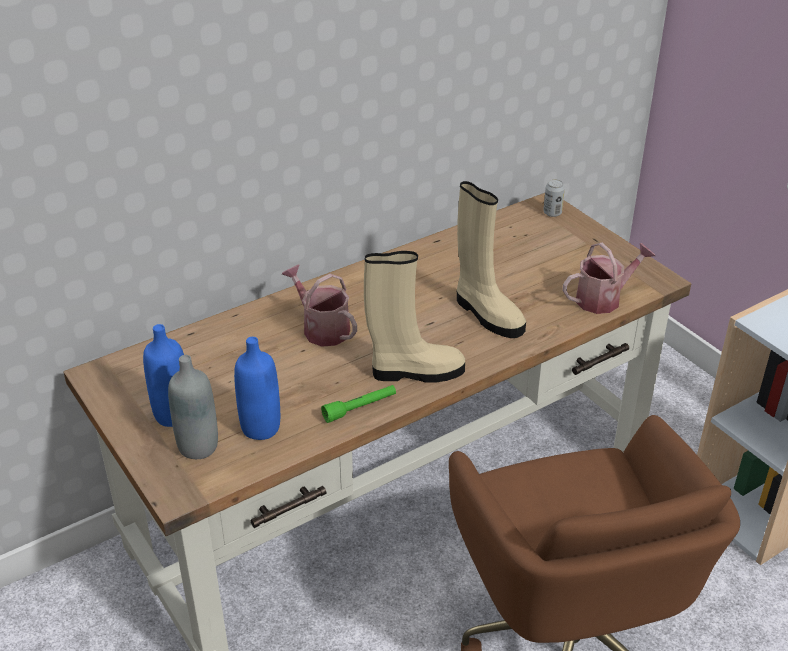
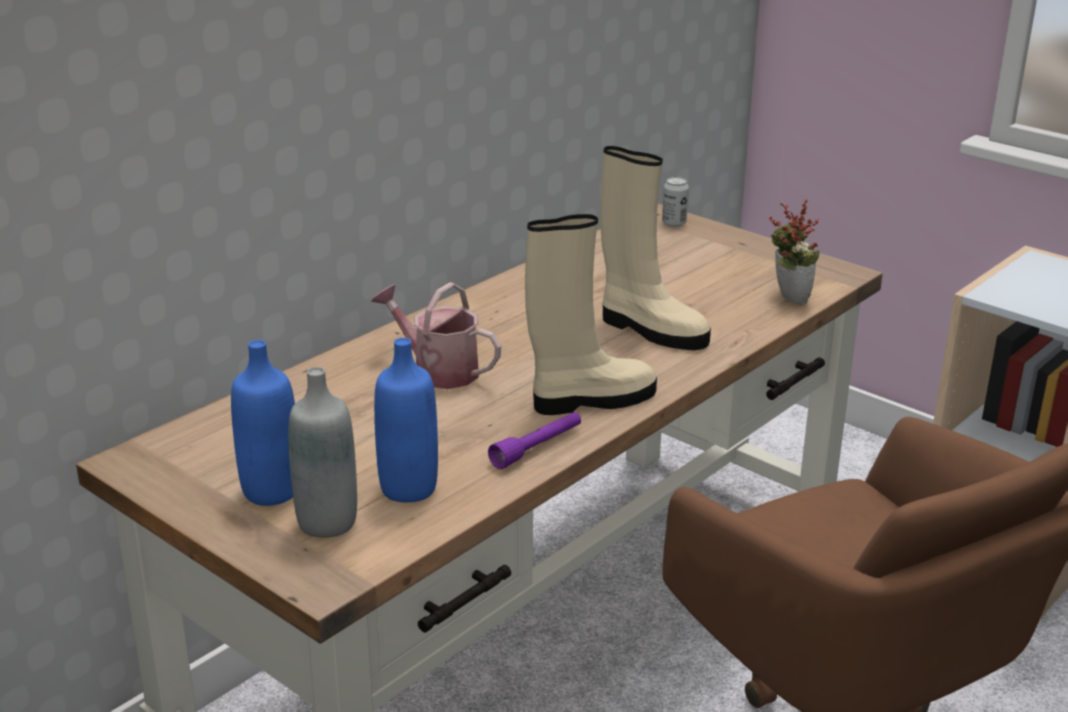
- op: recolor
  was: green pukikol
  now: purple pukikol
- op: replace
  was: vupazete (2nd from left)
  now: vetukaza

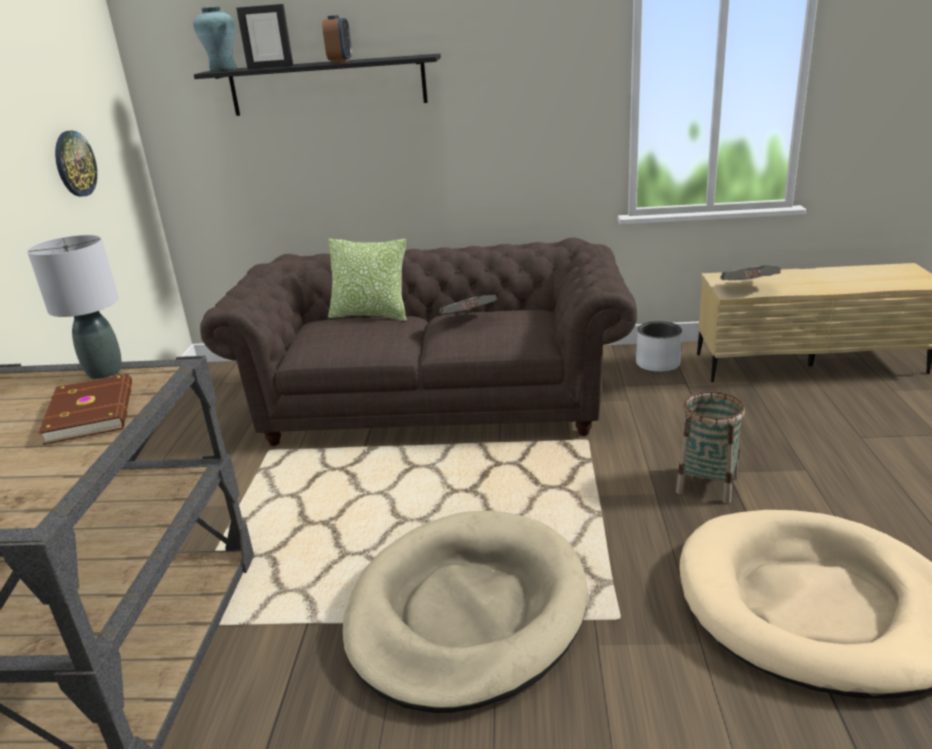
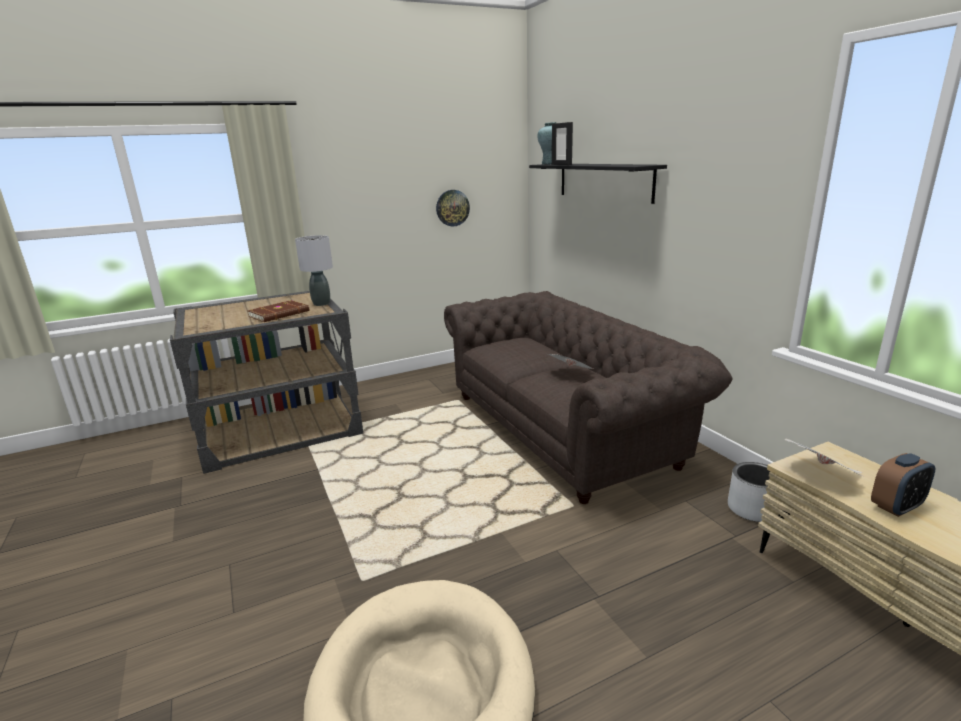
- op: move
  was: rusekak
- op: delete
  was: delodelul
- op: delete
  was: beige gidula (1st from left)
- op: delete
  was: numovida

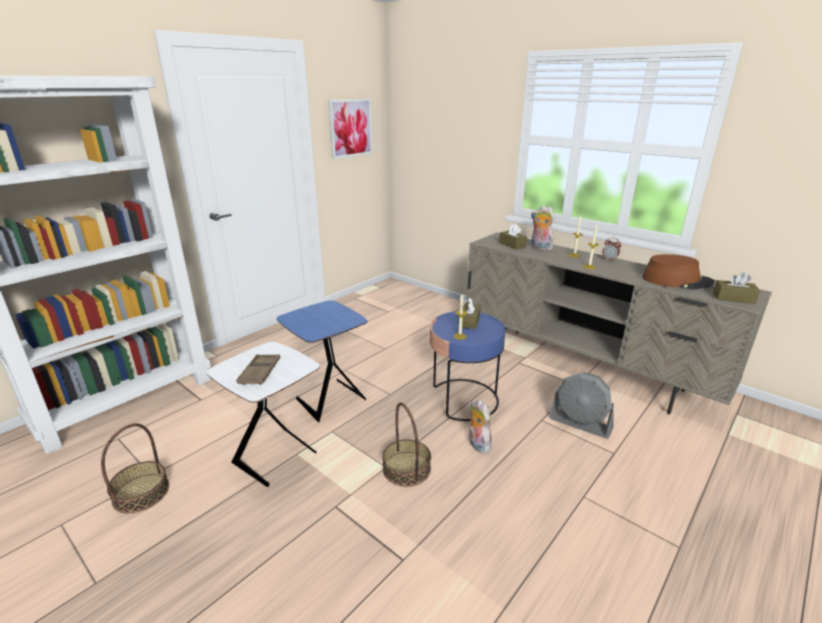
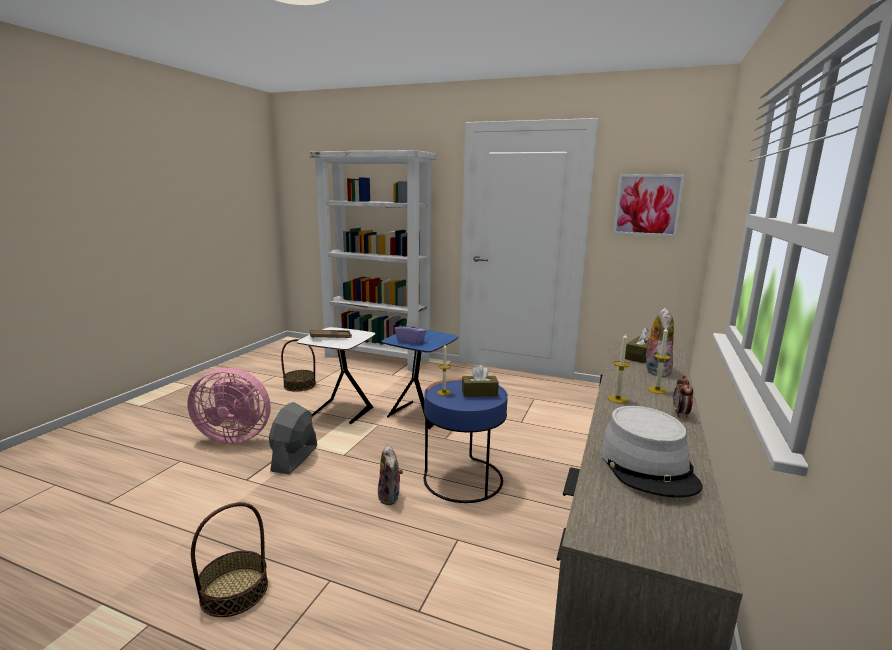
- op: move
  was: numovida (2nd from left in the first image)
  now: numovida (1st from left)
- op: rotate
  was: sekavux (1st from left)
  clockwise: 120
- op: move
  was: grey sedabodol
- op: recolor
  was: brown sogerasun
  now: grey sogerasun
- op: delete
  was: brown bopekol (3rd from left)
- op: insert
  now: pink sedabodol
- op: insert
  now: purple bopekol

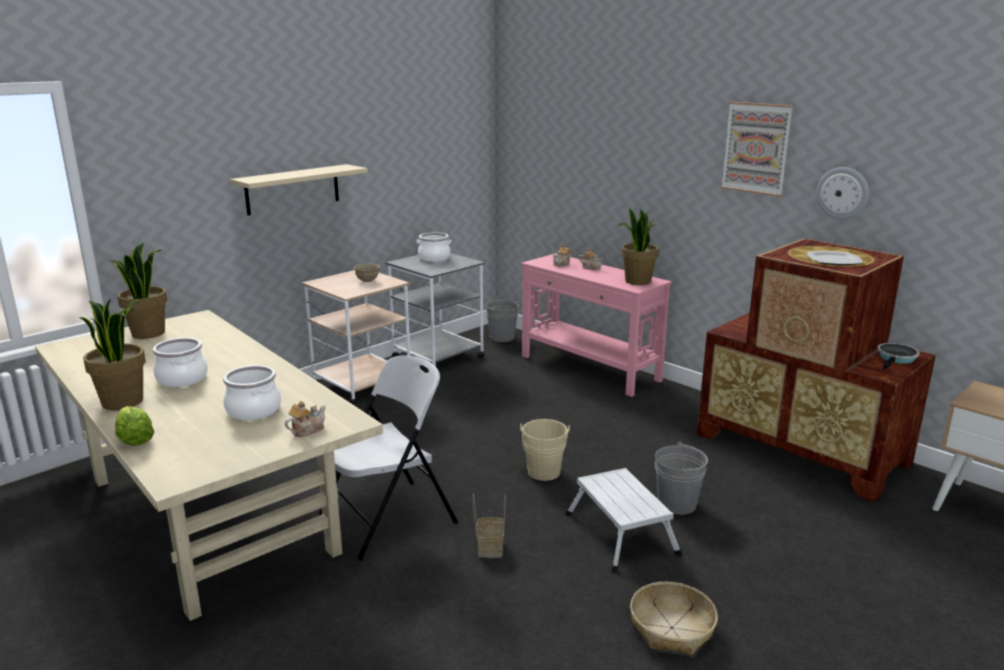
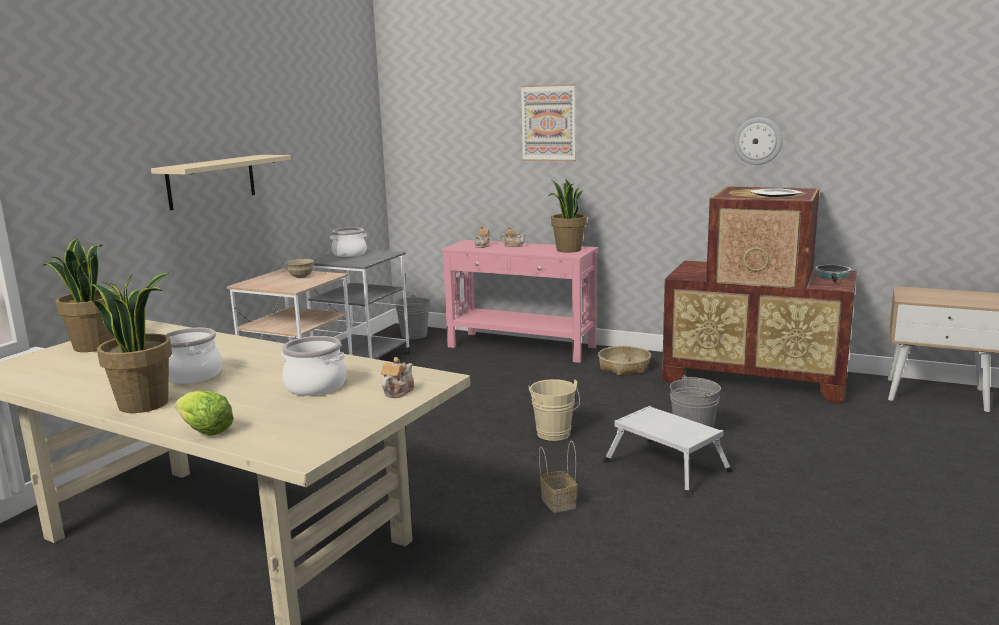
- op: delete
  was: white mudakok
- op: move
  was: numovida (2nd from left)
- op: move
  was: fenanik

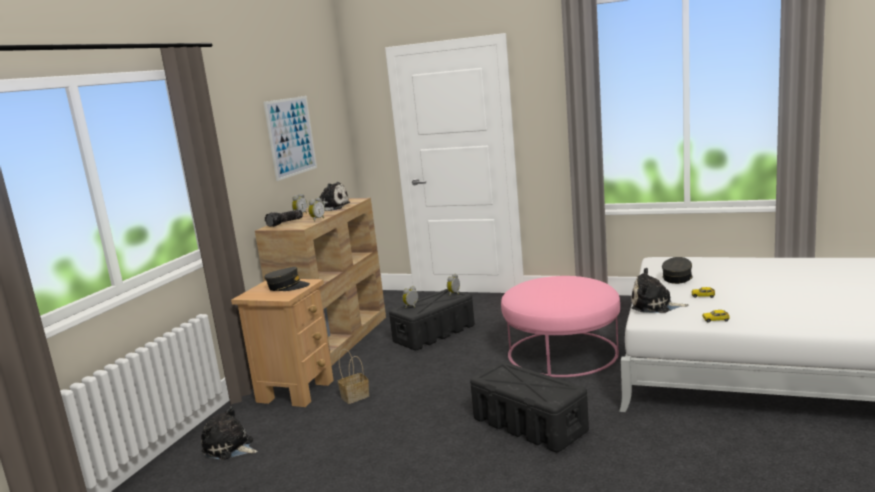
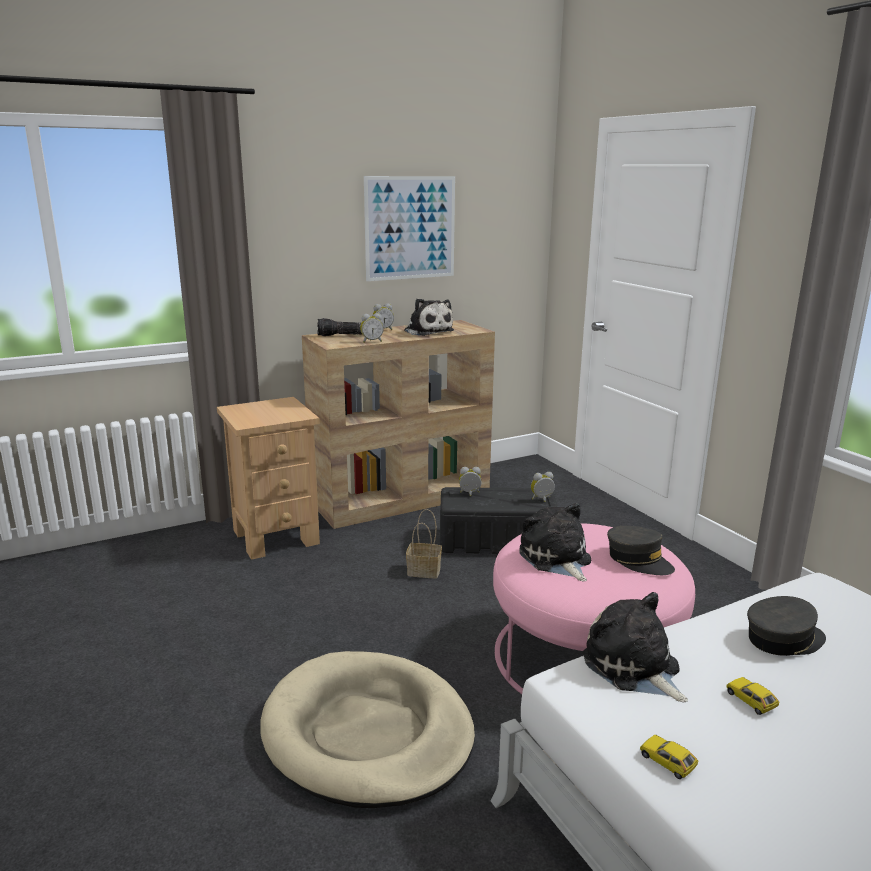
- op: move
  was: sekavux (1st from left in the first image)
  now: sekavux (2nd from left)
- op: move
  was: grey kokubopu (1st from left)
- op: move
  was: numovida
- op: replace
  was: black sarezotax (2nd from left)
  now: beige gidula

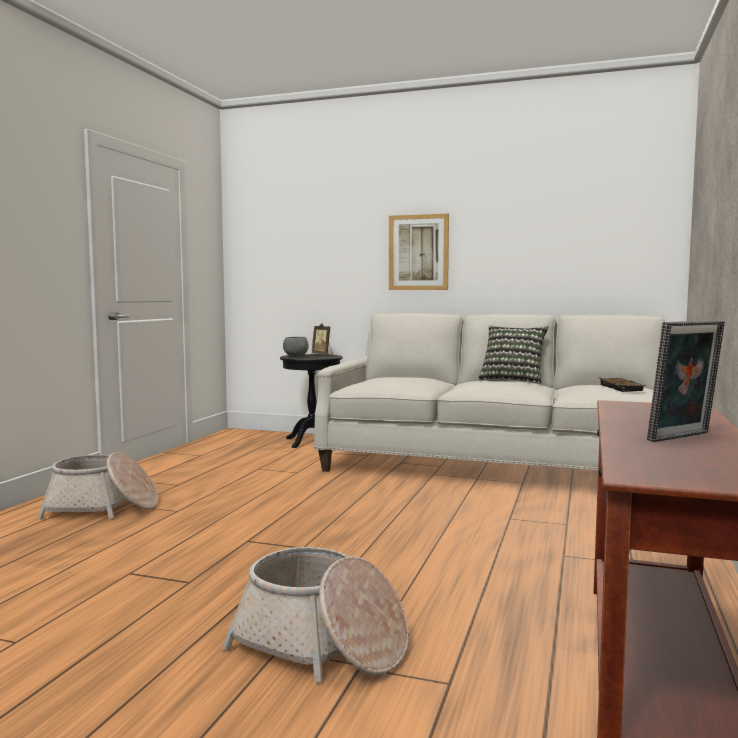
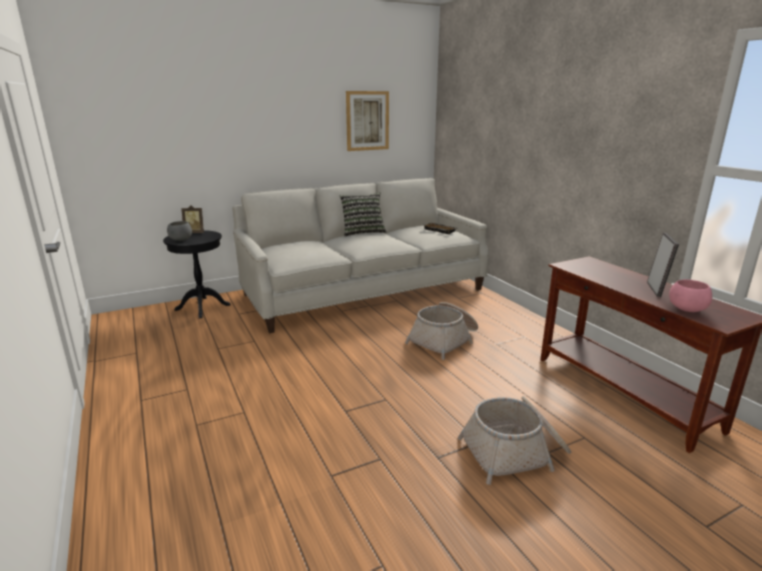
- op: move
  was: numovida (1st from left)
- op: move
  was: fenanik
- op: insert
  now: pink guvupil

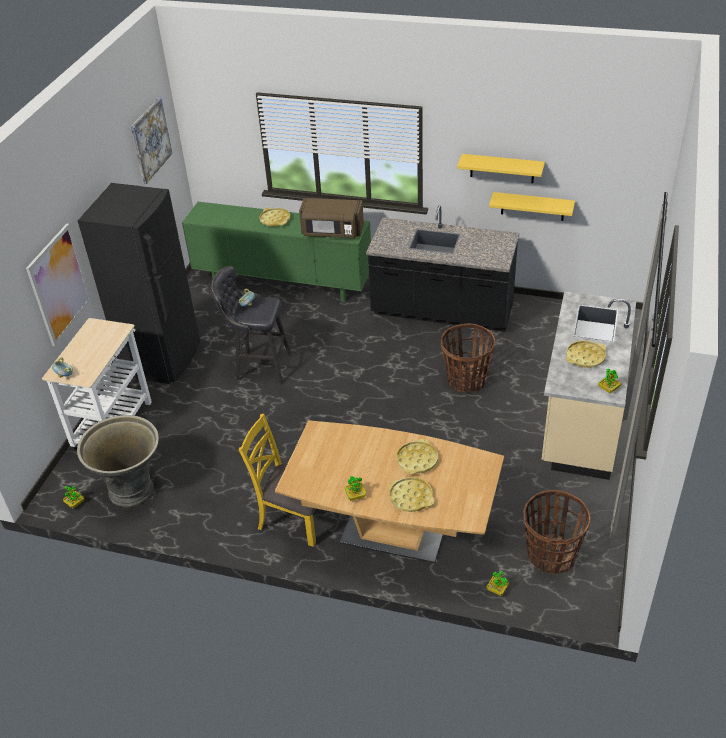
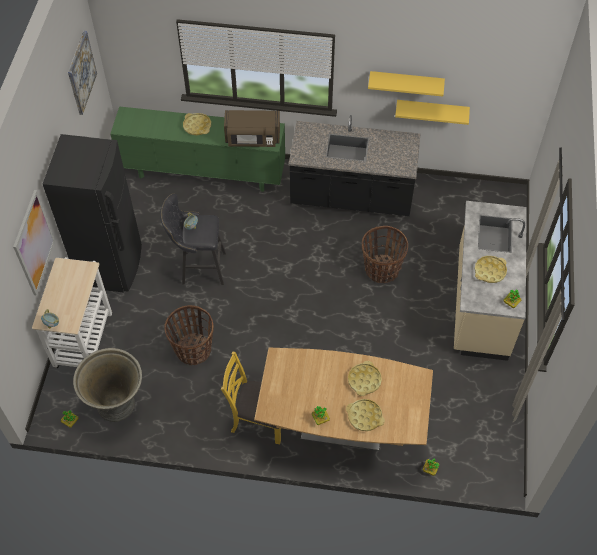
- op: move
  was: numovida (2nd from left in the first image)
  now: numovida (1st from left)

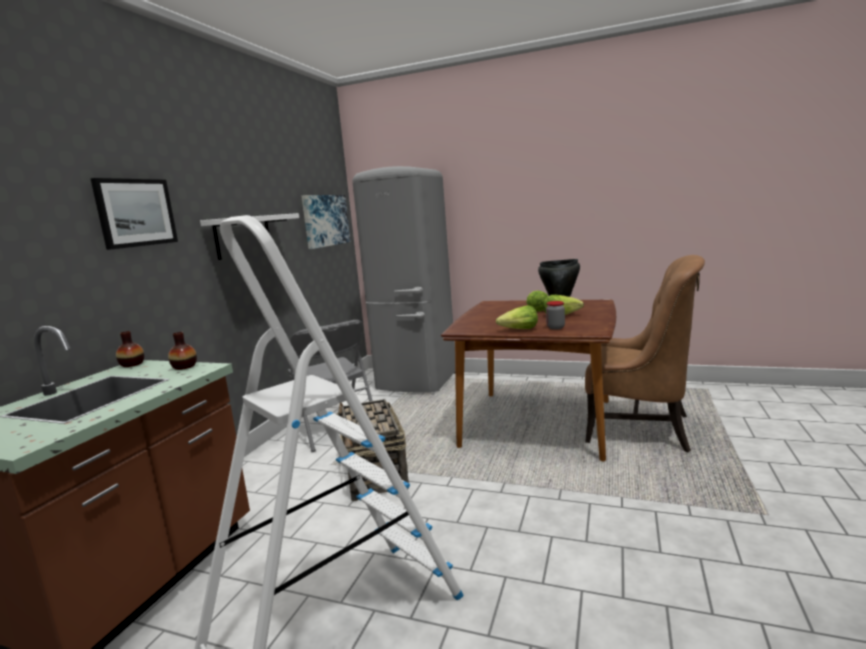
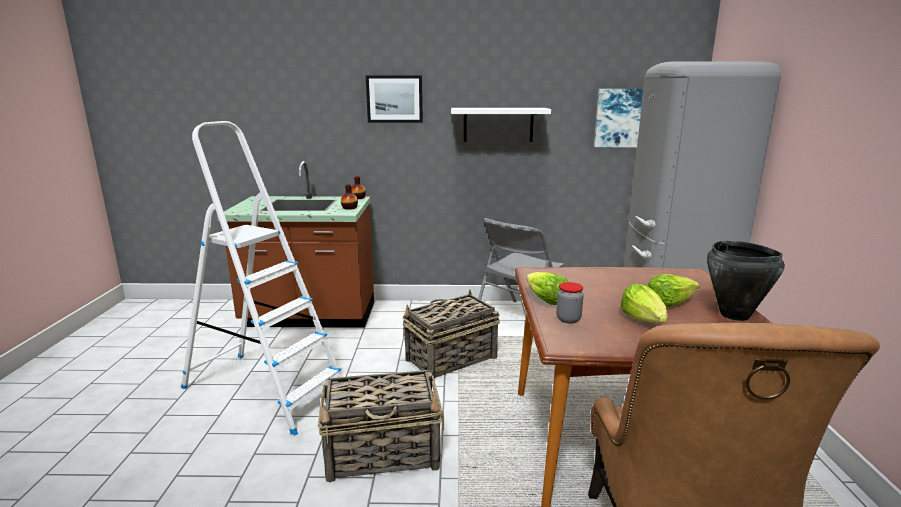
- op: insert
  now: numovida (1st from left)

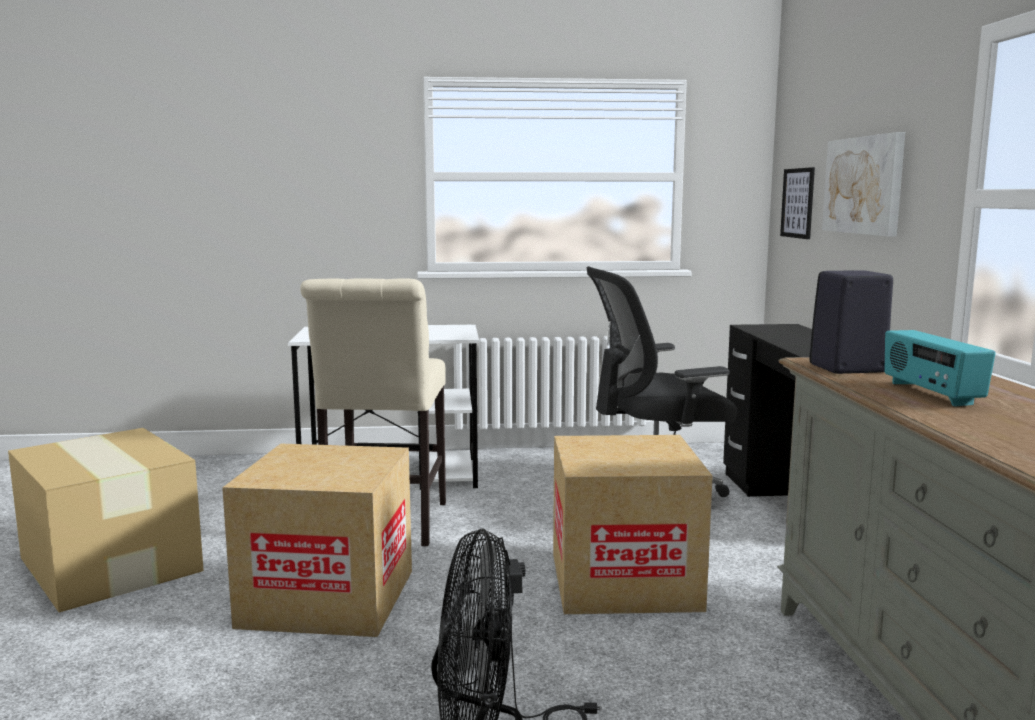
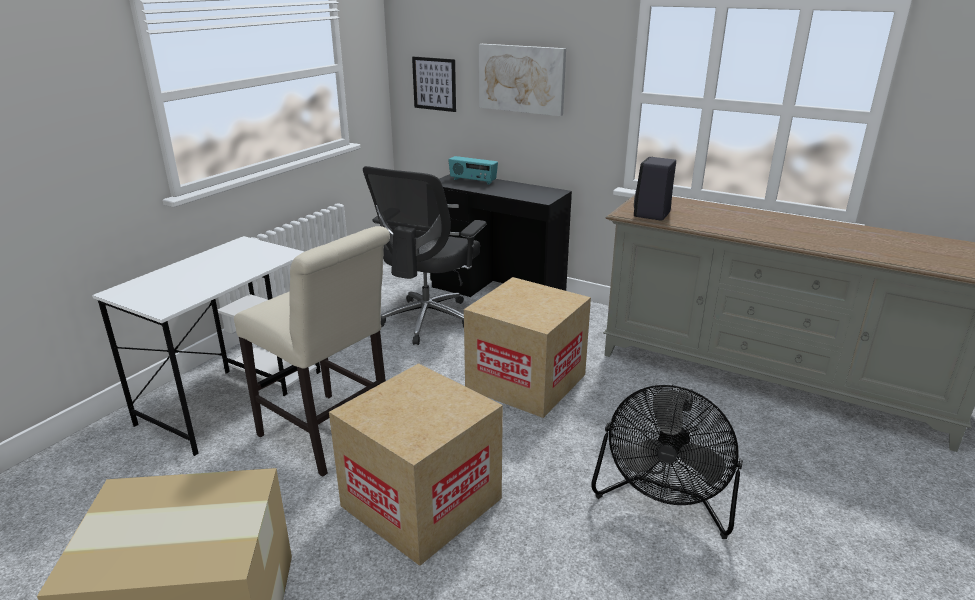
- op: move
  was: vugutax

